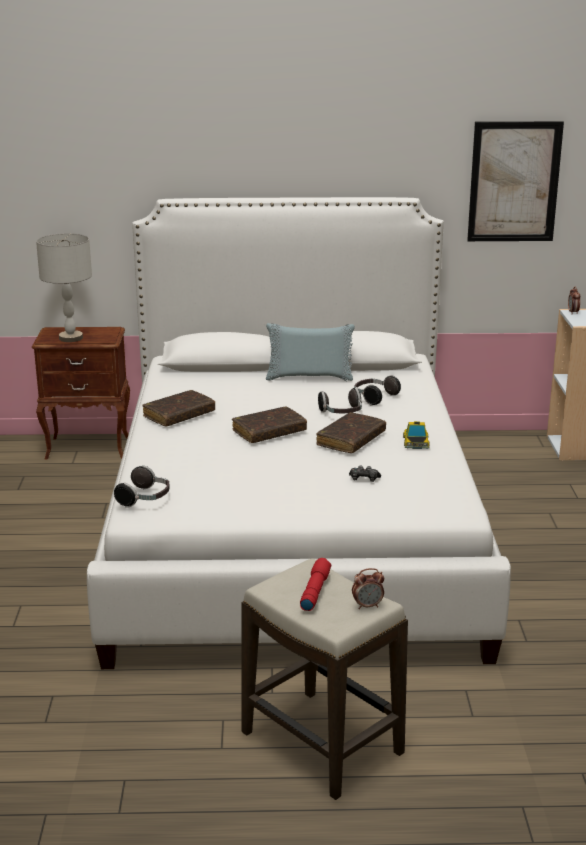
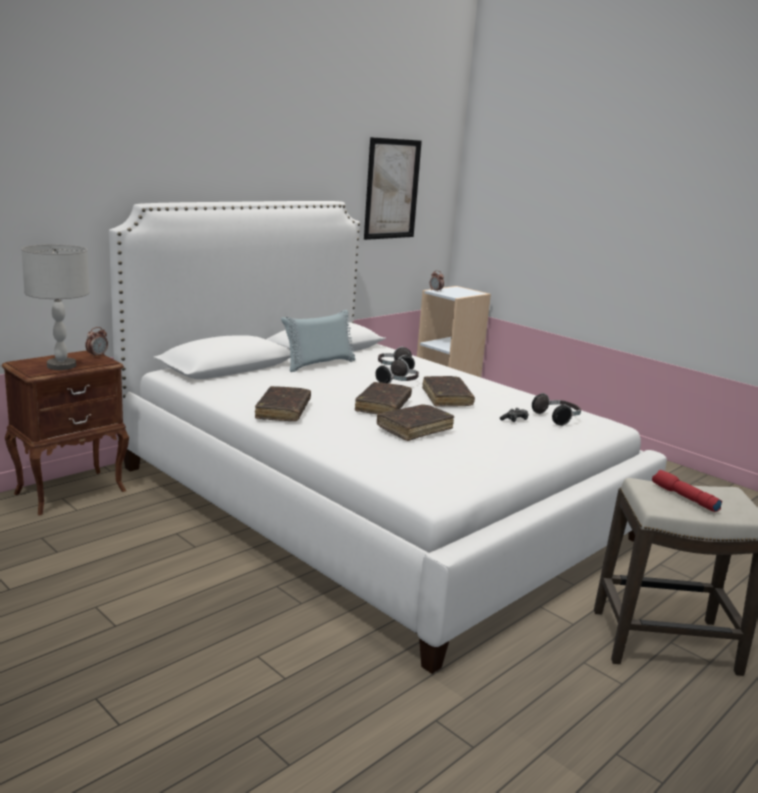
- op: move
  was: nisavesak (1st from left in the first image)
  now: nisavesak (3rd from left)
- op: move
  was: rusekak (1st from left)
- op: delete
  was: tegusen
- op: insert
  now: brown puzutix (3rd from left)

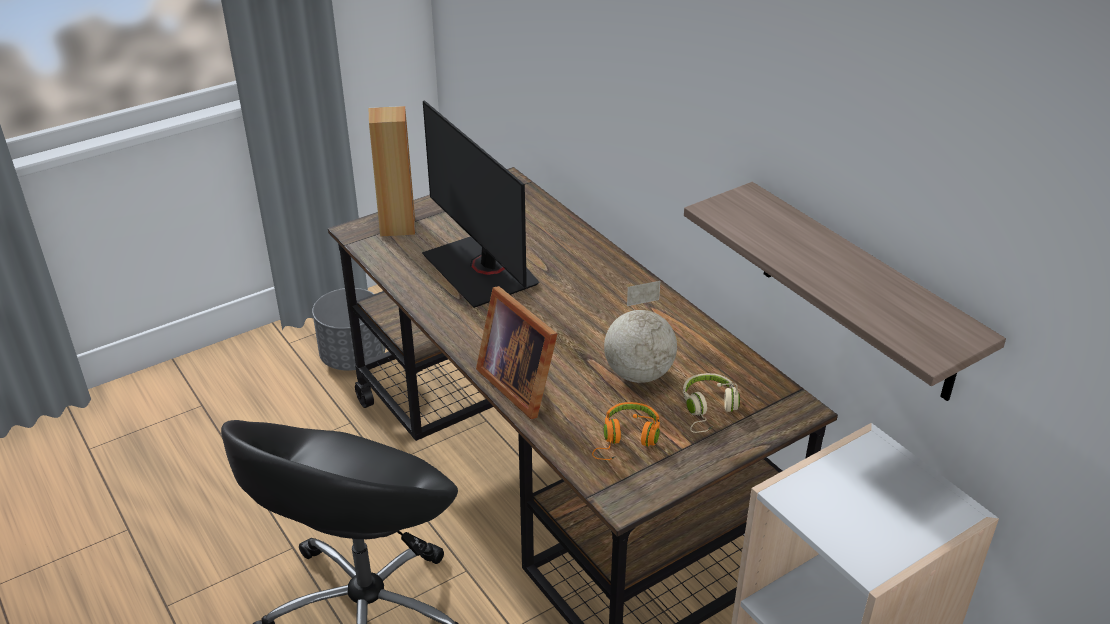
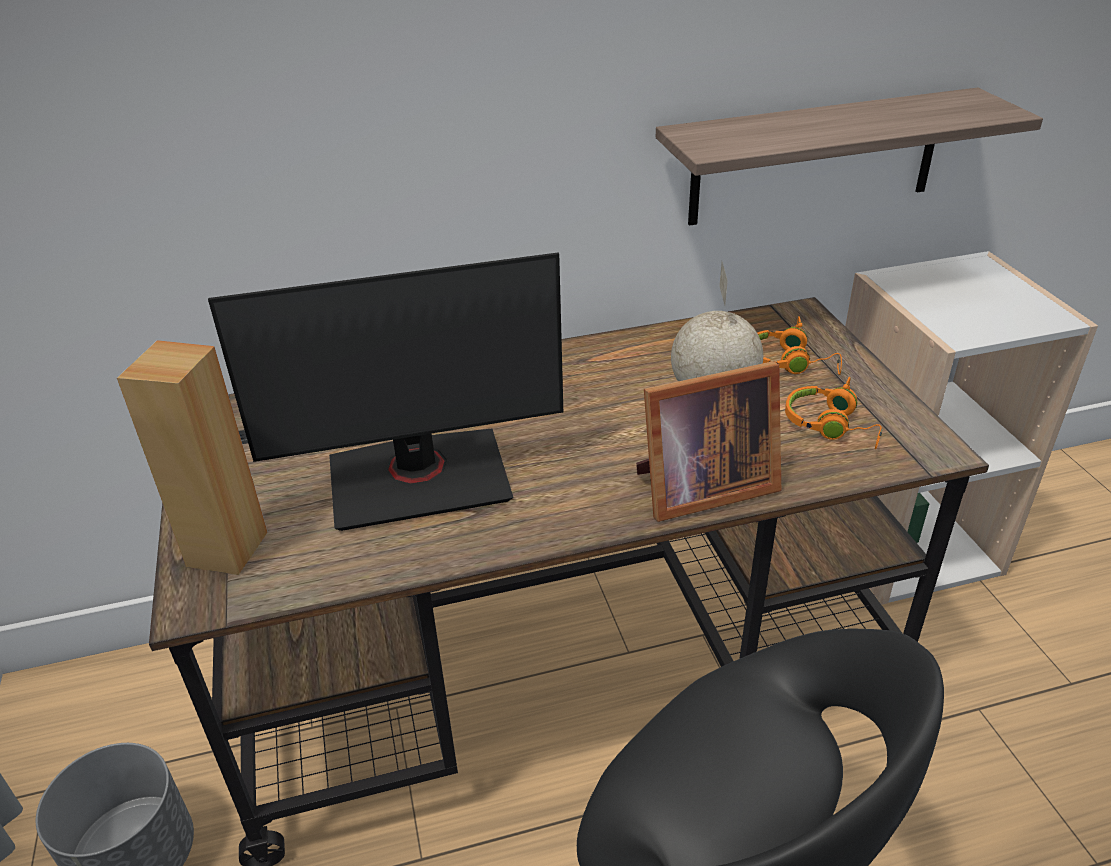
- op: recolor
  was: beige nisavesak
  now: orange nisavesak (1st from left)

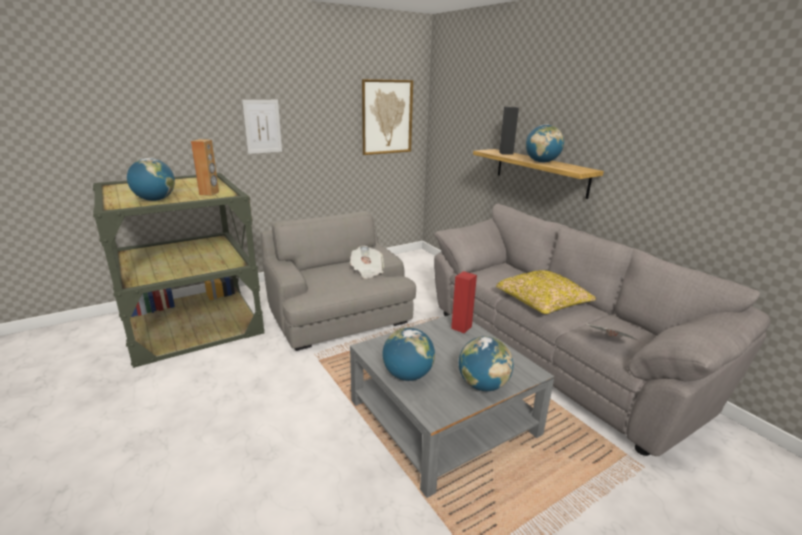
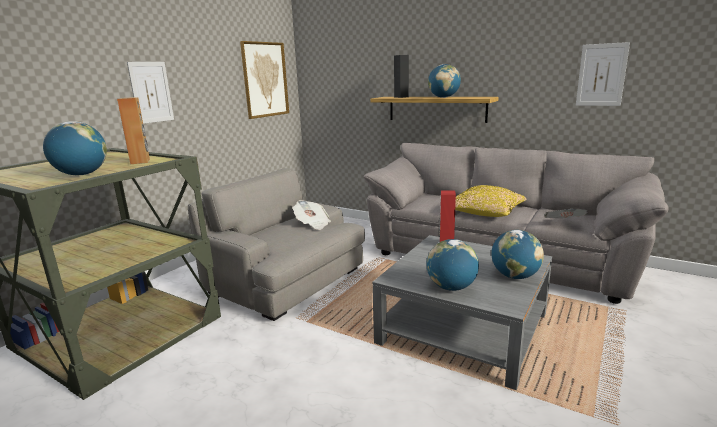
- op: insert
  now: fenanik (3rd from left)

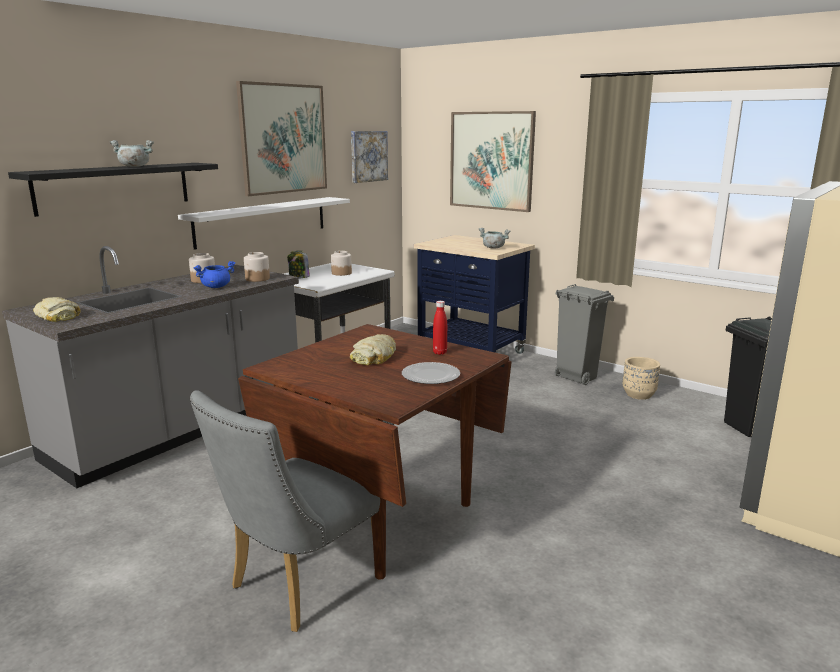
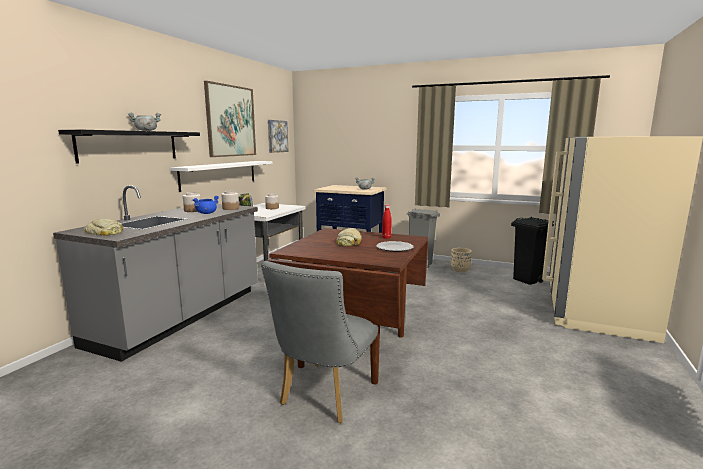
- op: delete
  was: fenanik (3rd from left)

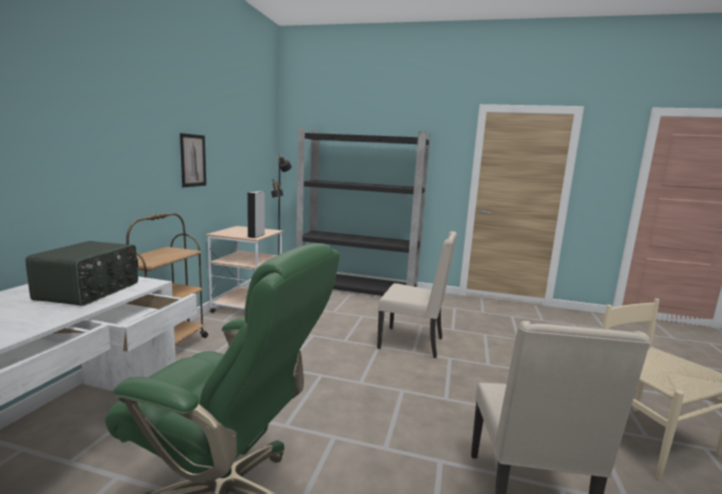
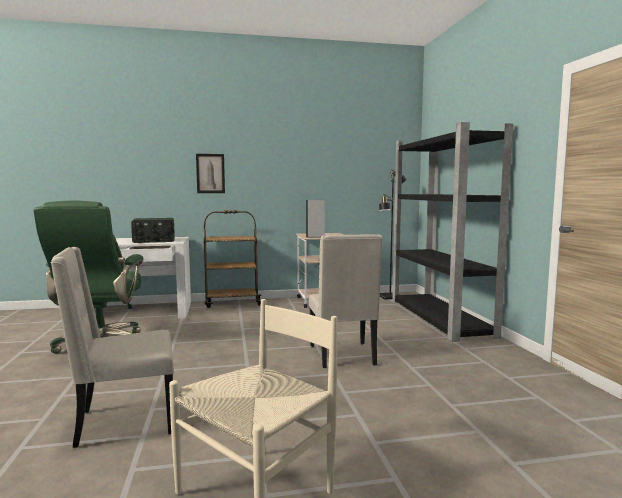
- op: move
  was: fenanik

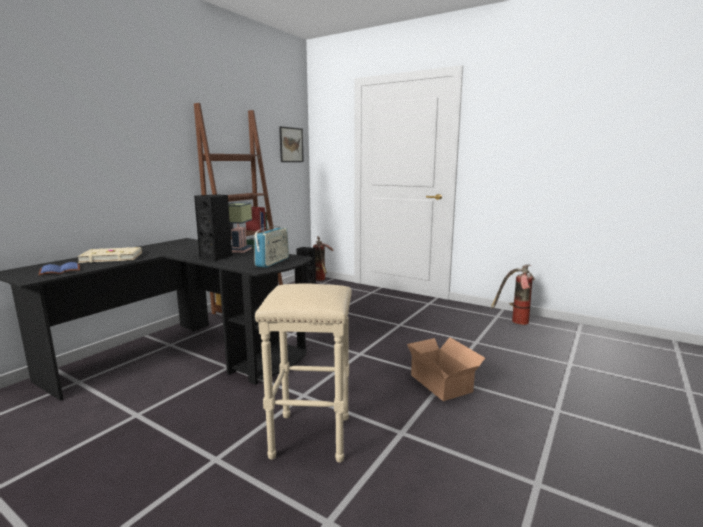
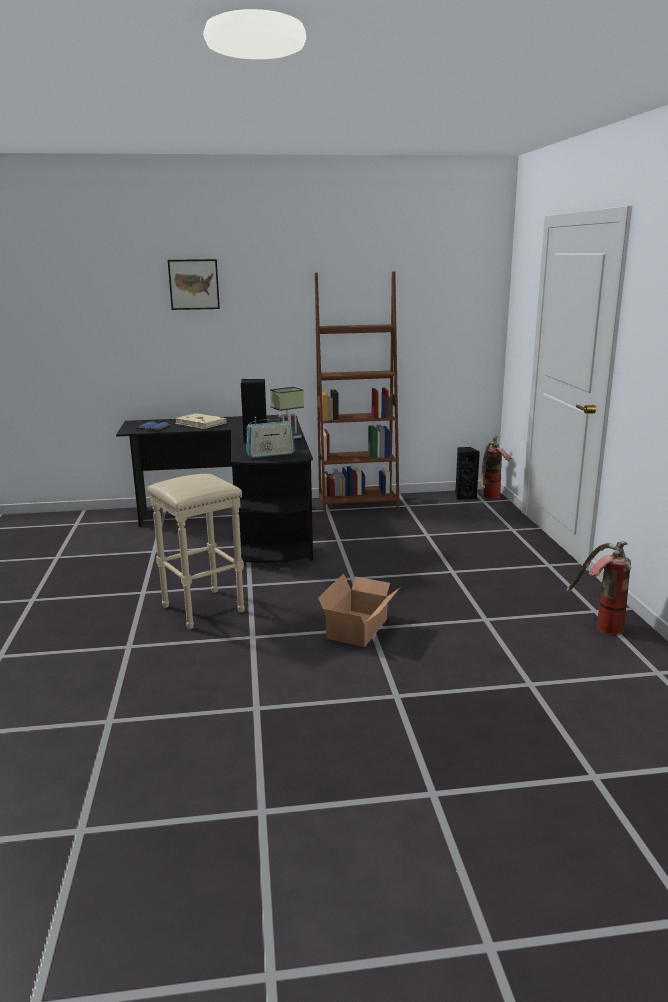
- op: move
  was: fenanik

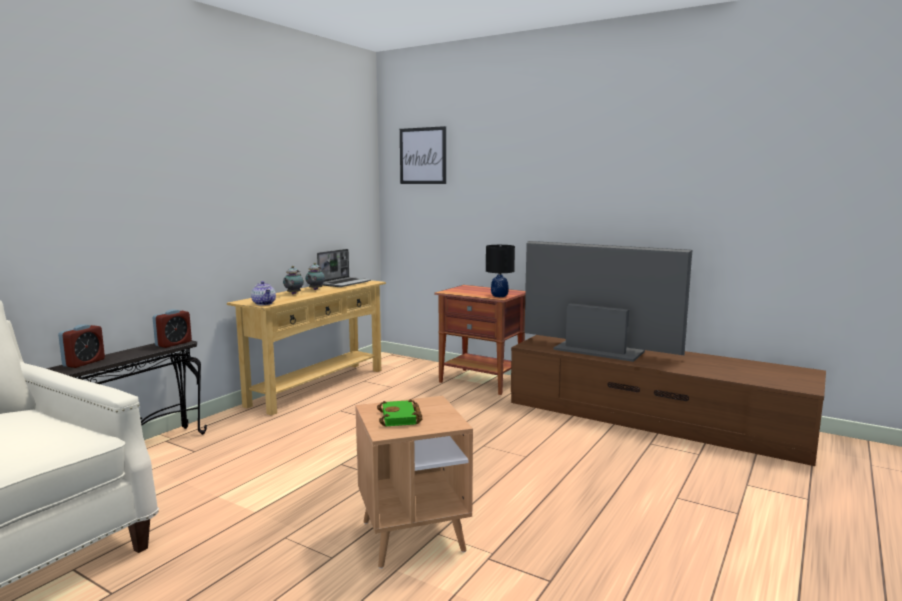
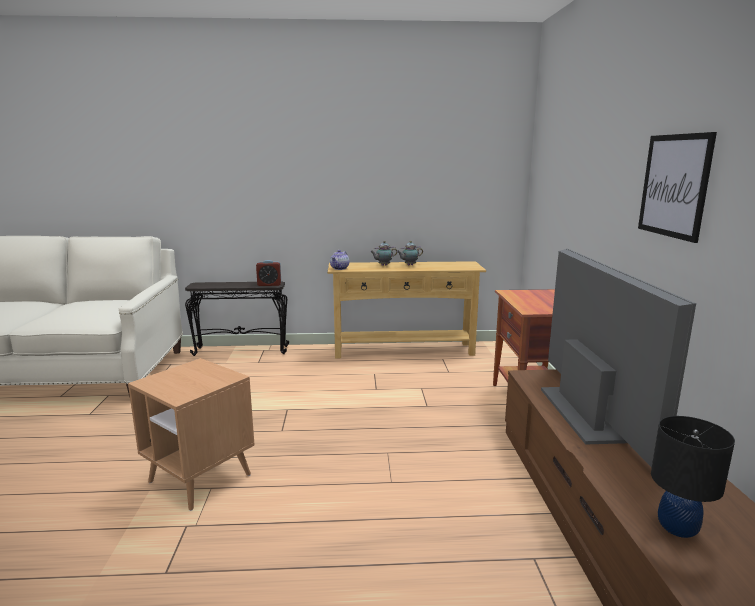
- op: delete
  was: rusekak (1st from left)
- op: delete
  was: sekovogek
- op: delete
  was: green puzutix
- op: move
  was: fenanik
- op: move
  was: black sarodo

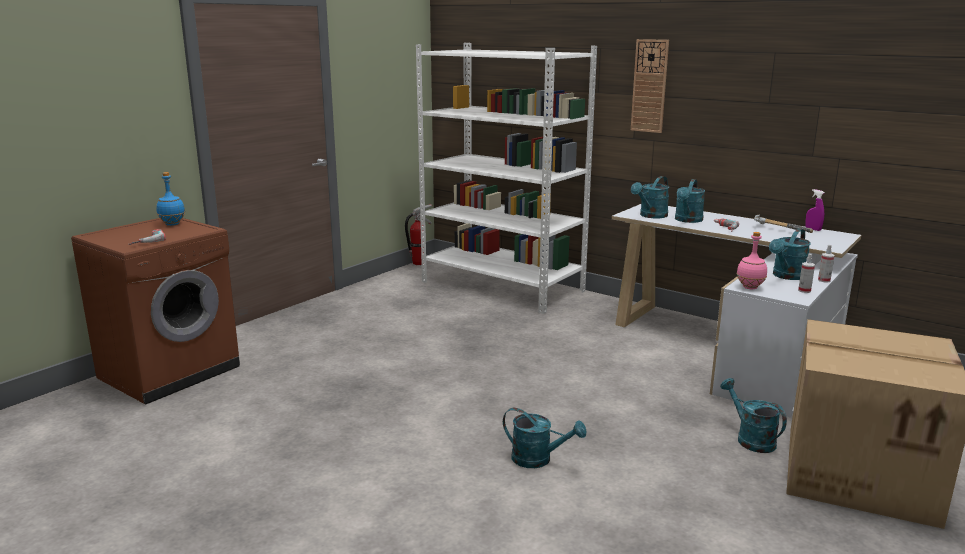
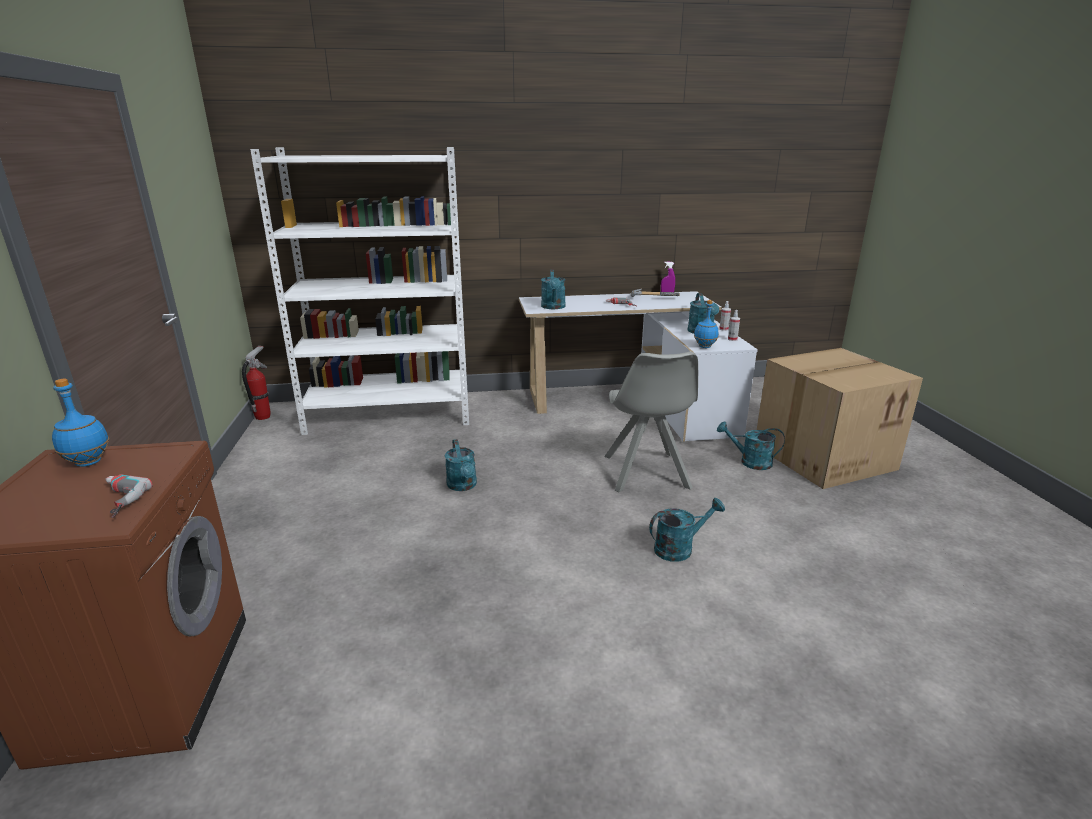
- op: delete
  was: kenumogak
- op: move
  was: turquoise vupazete (3rd from left in the first image)
  now: turquoise vupazete (1st from left)
- op: recolor
  was: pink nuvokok
  now: blue nuvokok (2nd from left)
- op: insert
  now: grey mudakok

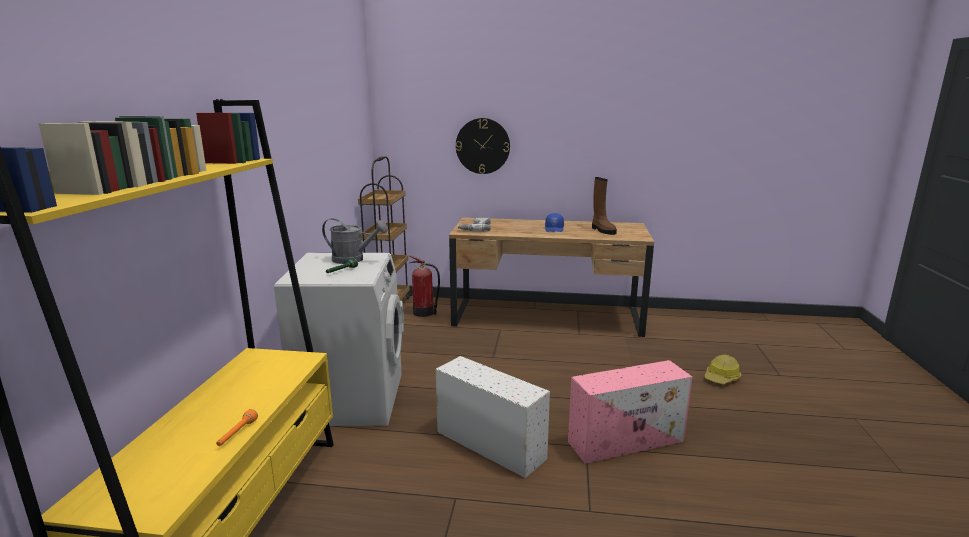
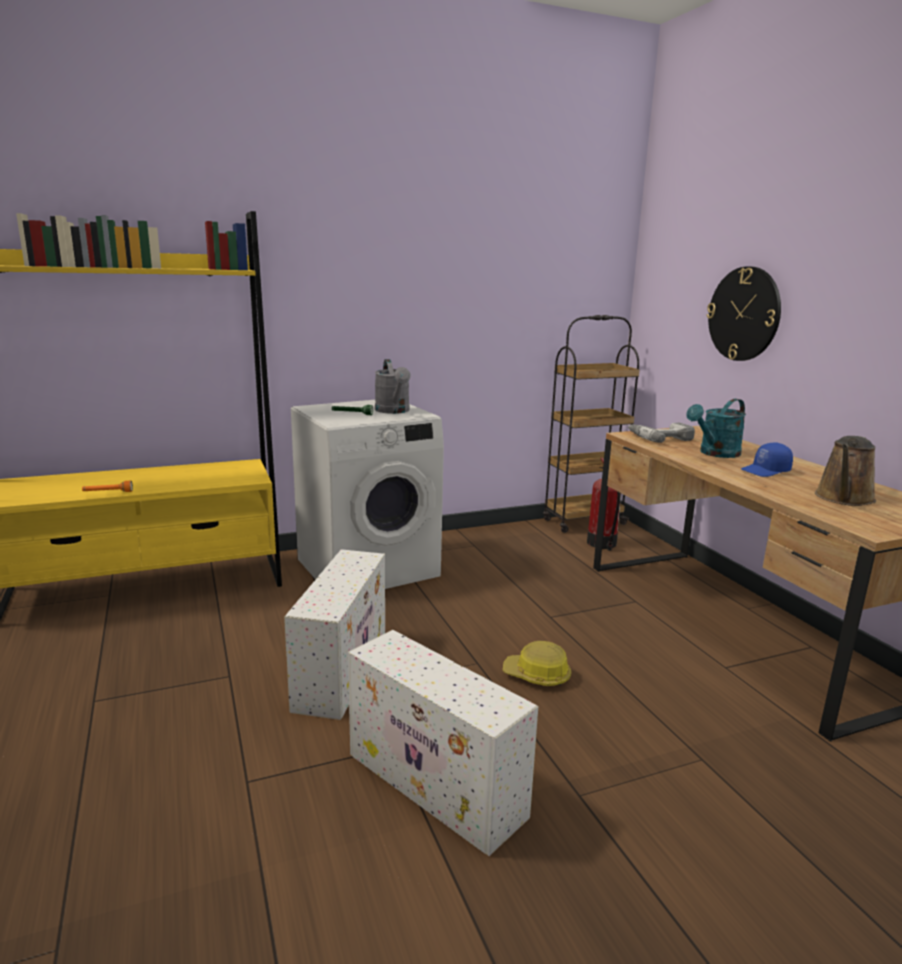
- op: recolor
  was: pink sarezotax
  now: white sarezotax (2nd from left)
- op: replace
  was: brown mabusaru
  now: brown vupazete
- op: move
  was: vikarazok
- op: insert
  now: turquoise vupazete

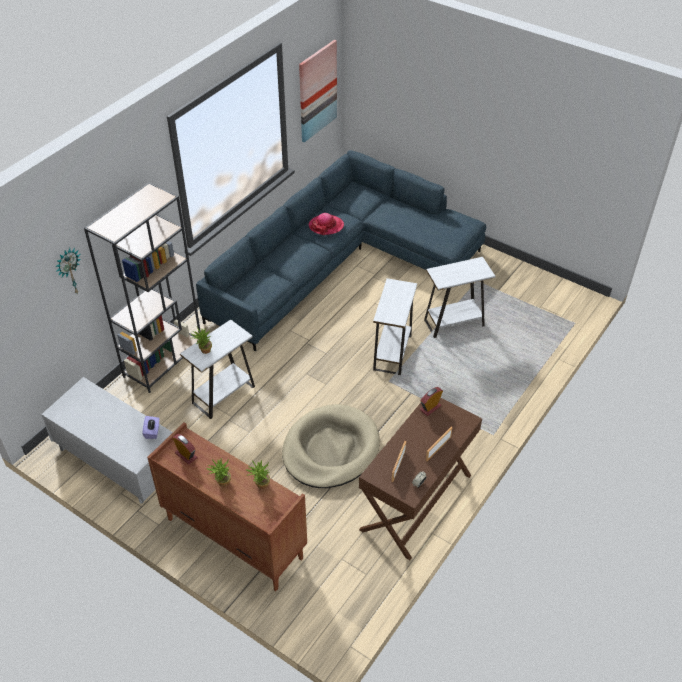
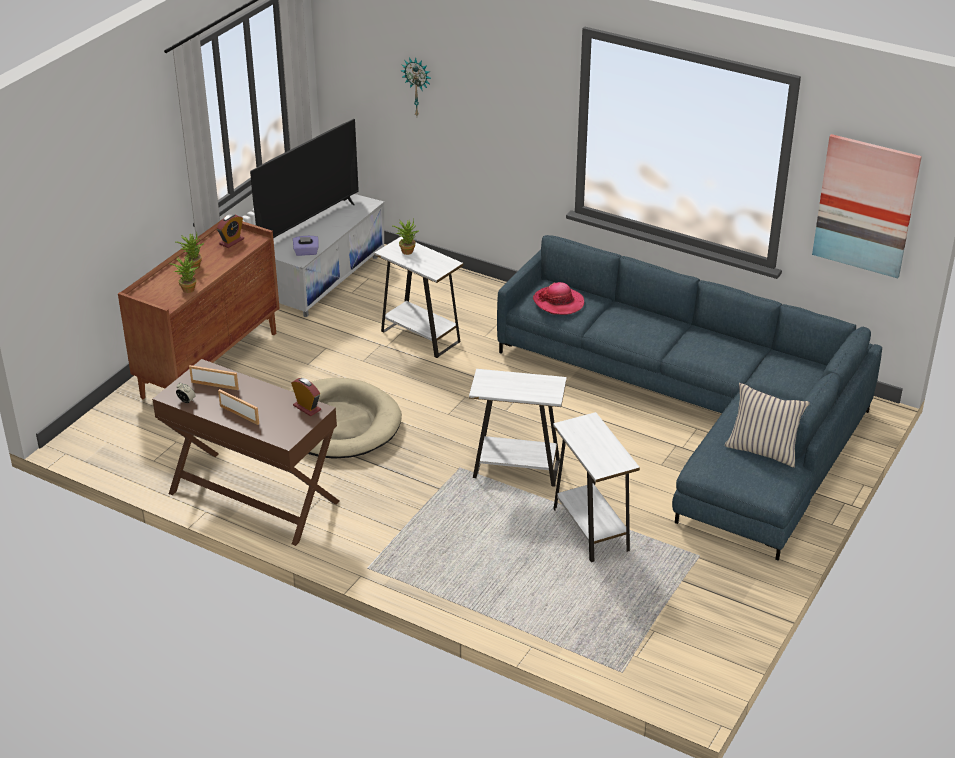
- op: delete
  was: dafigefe
- op: move
  was: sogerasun
- op: insert
  now: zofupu
- op: insert
  now: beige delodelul

